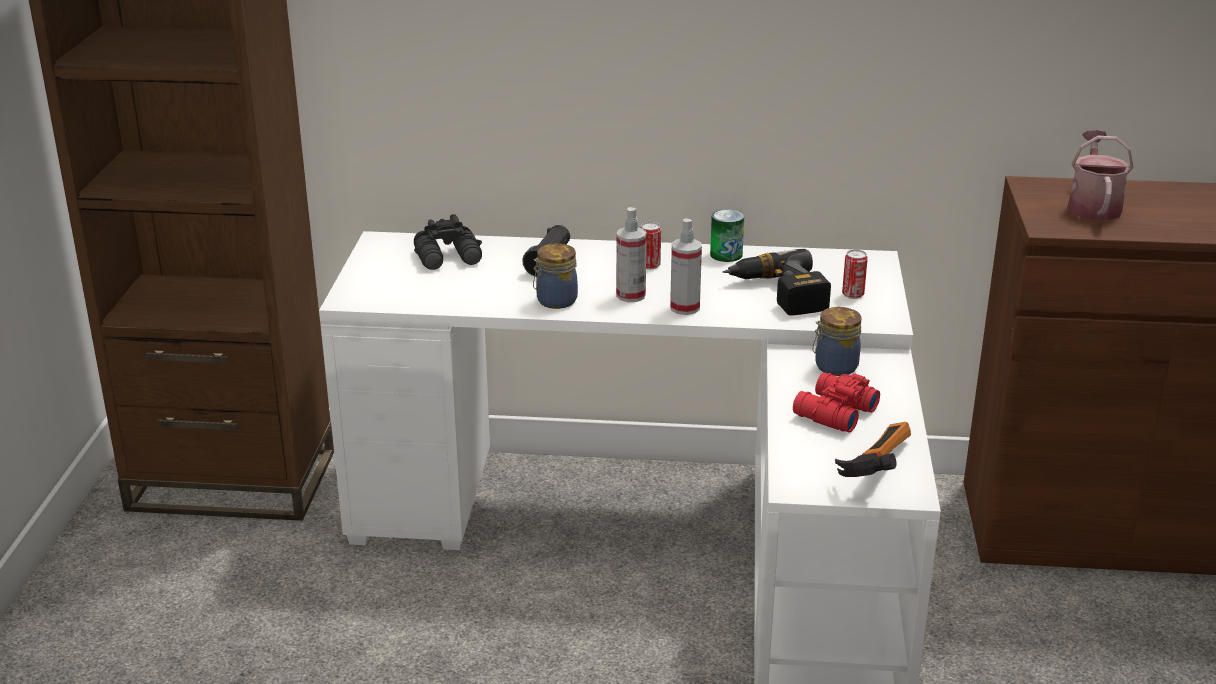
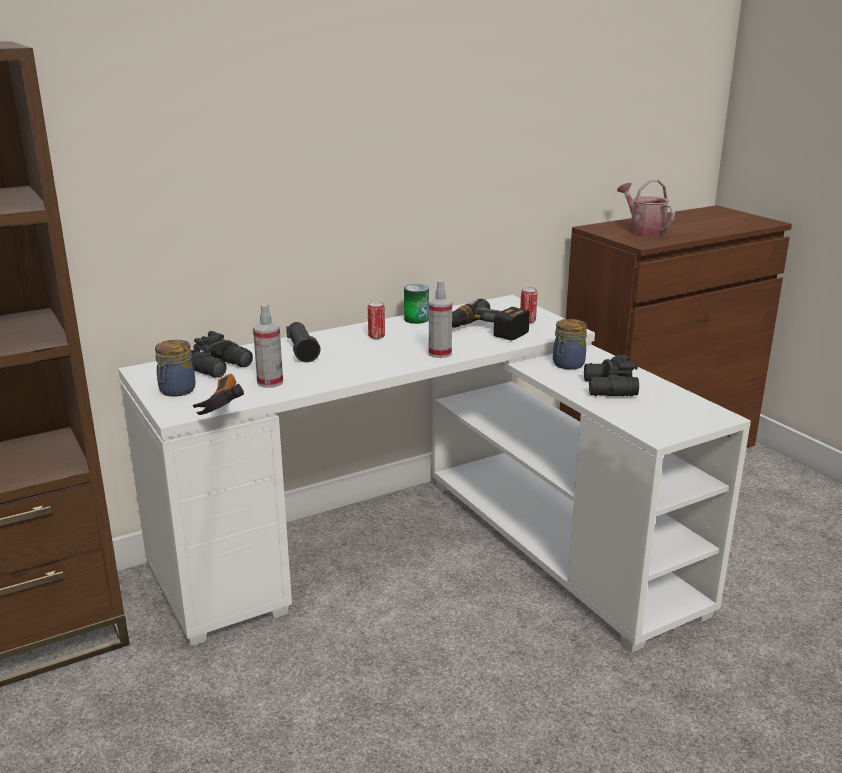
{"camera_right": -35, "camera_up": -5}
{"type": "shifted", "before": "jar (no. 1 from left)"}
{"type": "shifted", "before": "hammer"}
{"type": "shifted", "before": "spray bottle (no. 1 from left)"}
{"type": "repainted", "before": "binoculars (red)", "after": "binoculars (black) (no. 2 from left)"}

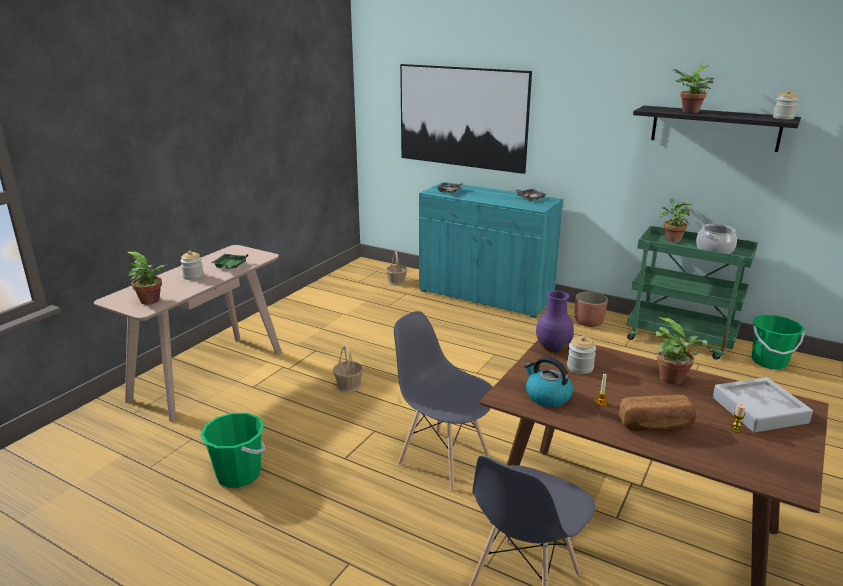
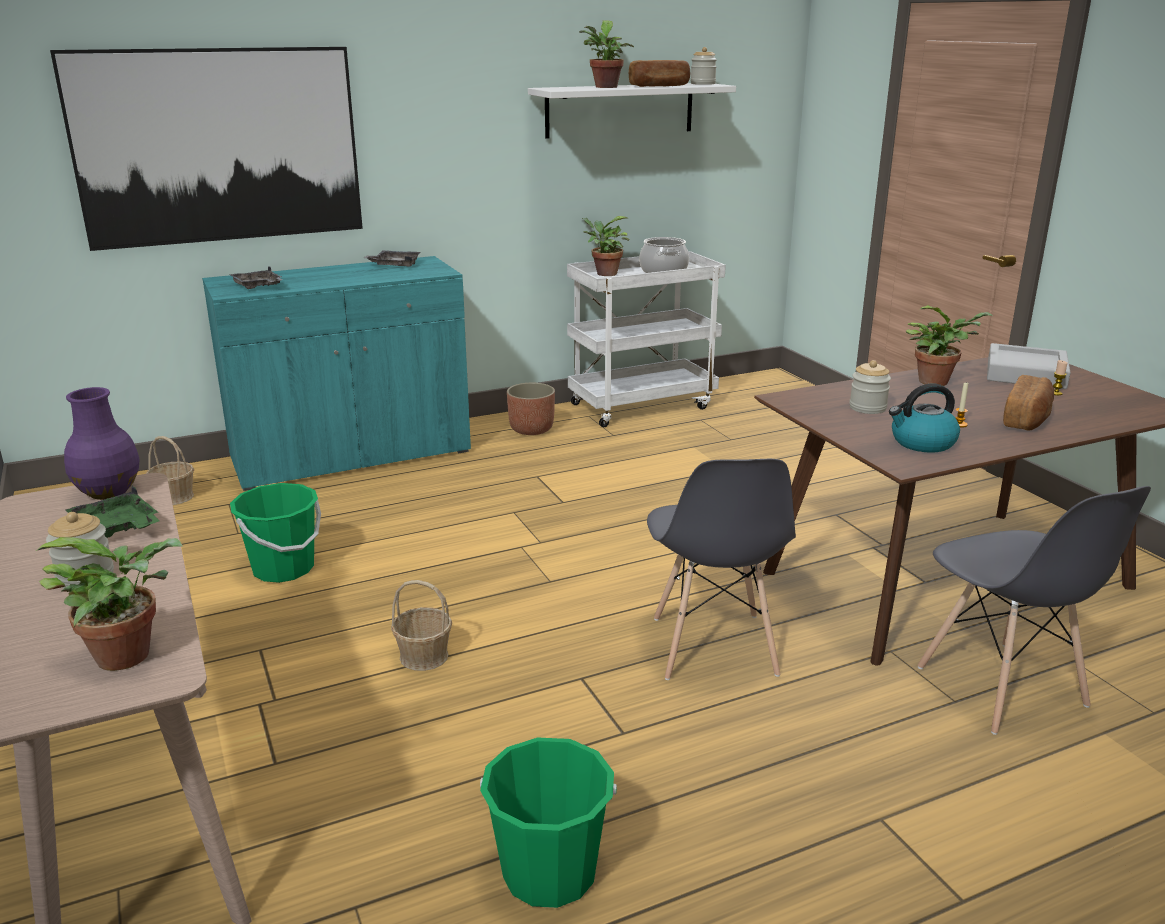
{"camera_right": -55, "camera_up": 0}
{"type": "shifted", "before": "vase (purple)"}
{"type": "shifted", "before": "bucket (green) (no. 2 from left in the first image)", "after": "bucket (green) (no. 1 from left)"}
{"type": "repainted", "before": "shelf (black)", "after": "shelf (white)"}
{"type": "repainted", "before": "cart (green)", "after": "cart (white)"}
{"type": "new", "after": "bread (no. 1 from left)"}
{"type": "rotated", "before": "chair (grey) (no. 1 from left)", "turn": -75}

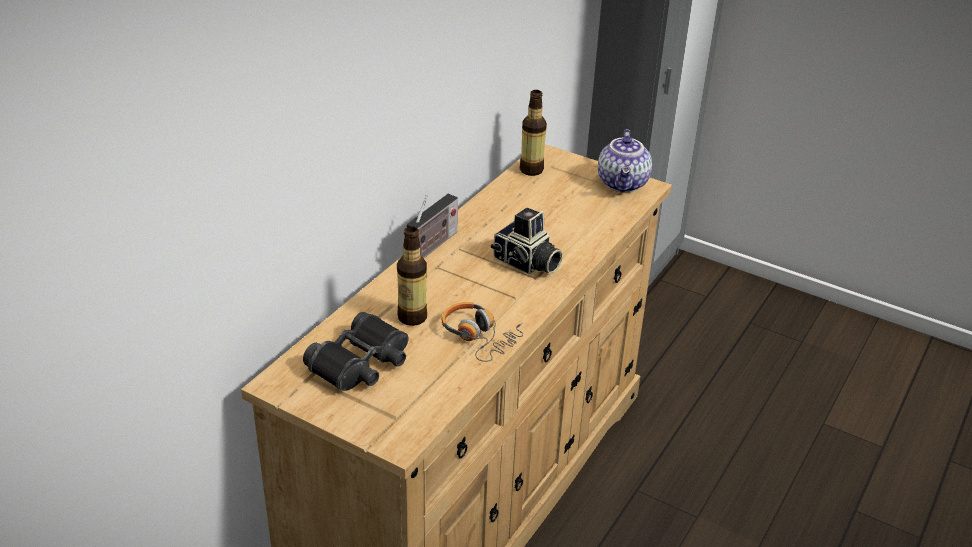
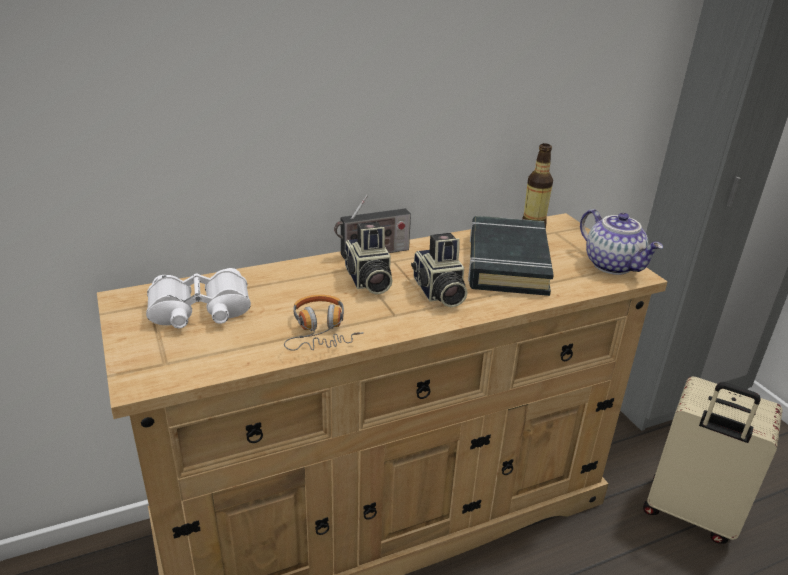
{"camera_right": 35, "camera_up": -5}
{"type": "repainted", "before": "binoculars (black)", "after": "binoculars (white)"}
{"type": "new", "after": "photo camera (no. 1 from left)"}
{"type": "new", "after": "book (black)"}
{"type": "rotated", "before": "teapot", "turn": -75}
{"type": "new", "after": "suitcase (beige)"}
{"type": "gone", "before": "bottle (no. 1 from left)"}

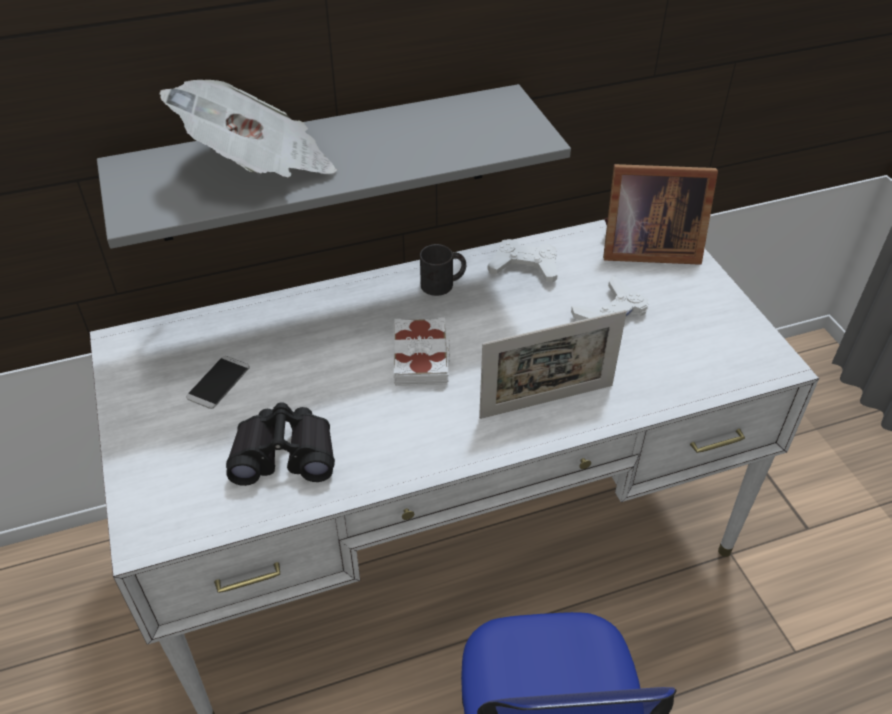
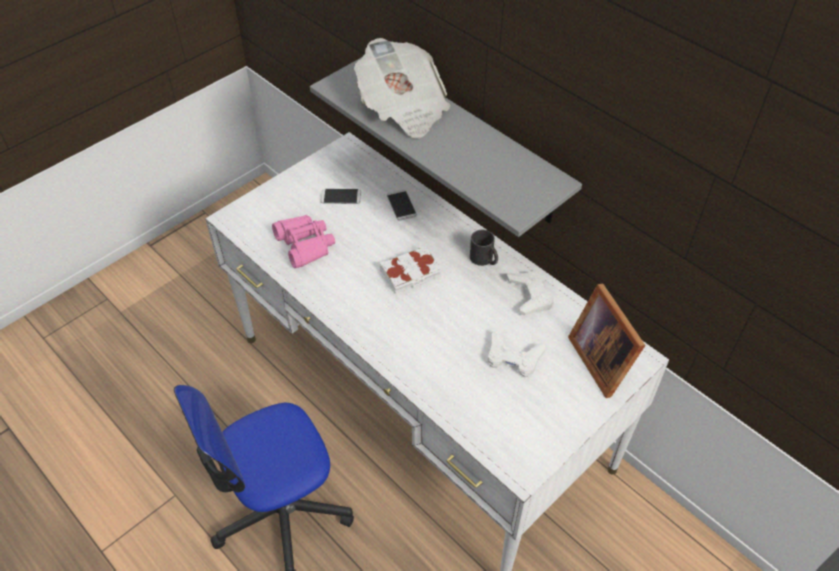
{"camera_right": 65, "camera_up": 5}
{"type": "repainted", "before": "binoculars (black)", "after": "binoculars (pink)"}
{"type": "new", "after": "phone (no. 2 from left)"}
{"type": "gone", "before": "picture frame (no. 1 from left)"}

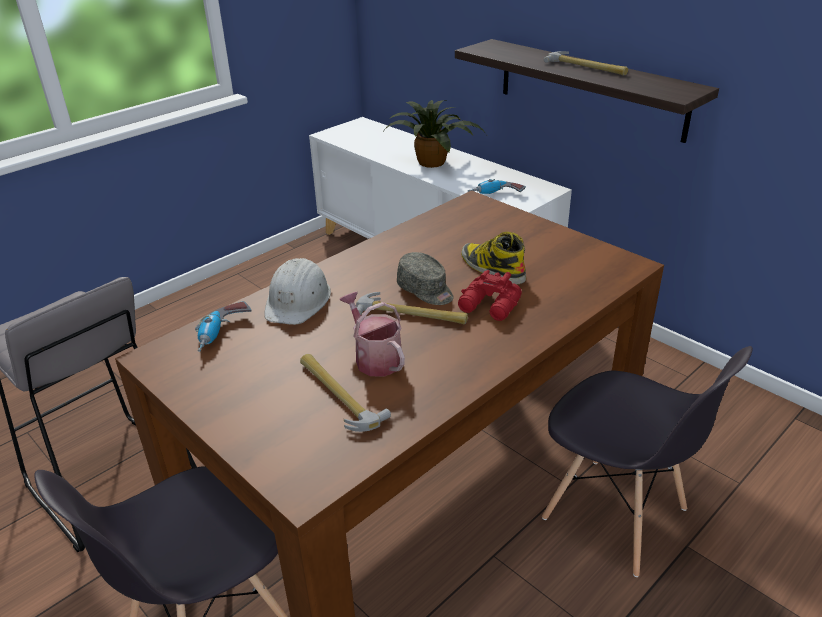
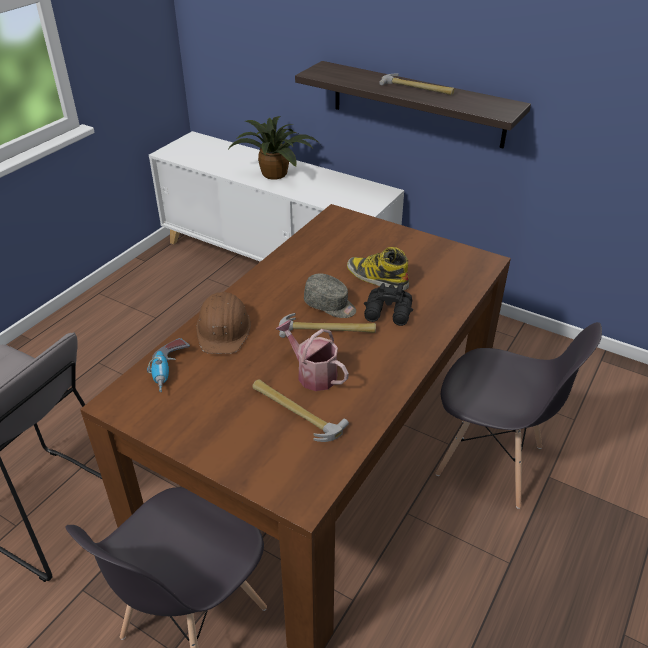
{"camera_right": -15, "camera_up": 5}
{"type": "repainted", "before": "hard hat (white)", "after": "hard hat (brown)"}
{"type": "repainted", "before": "binoculars (red)", "after": "binoculars (black)"}
{"type": "gone", "before": "power drill (no. 2 from left)"}

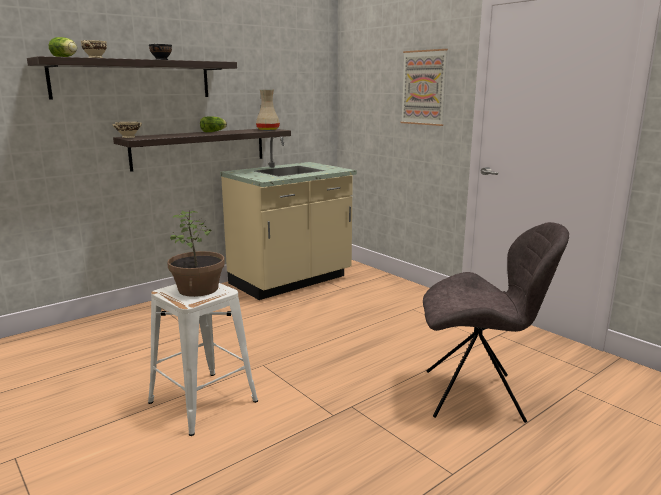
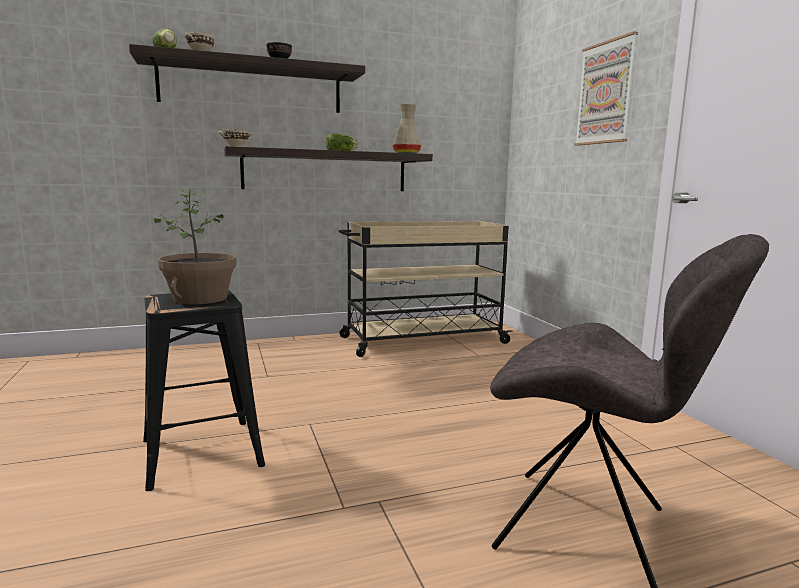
{"camera_right": 20, "camera_up": -5}
{"type": "repainted", "before": "stool (white)", "after": "stool (black)"}
{"type": "swapped", "before": "counter (beige)", "after": "cart (beige)"}

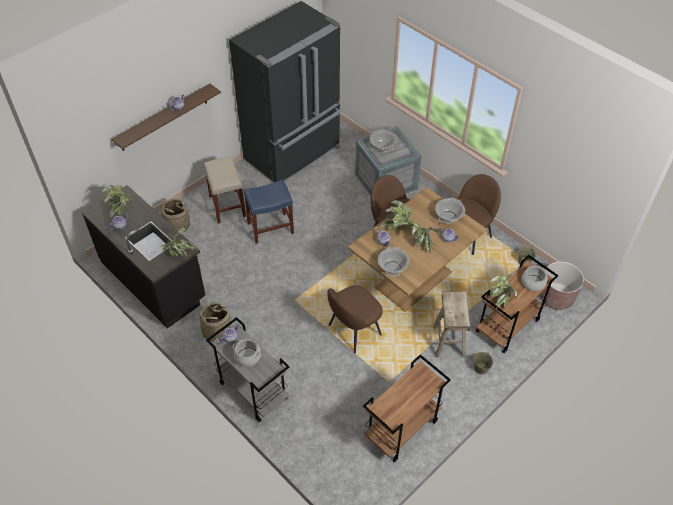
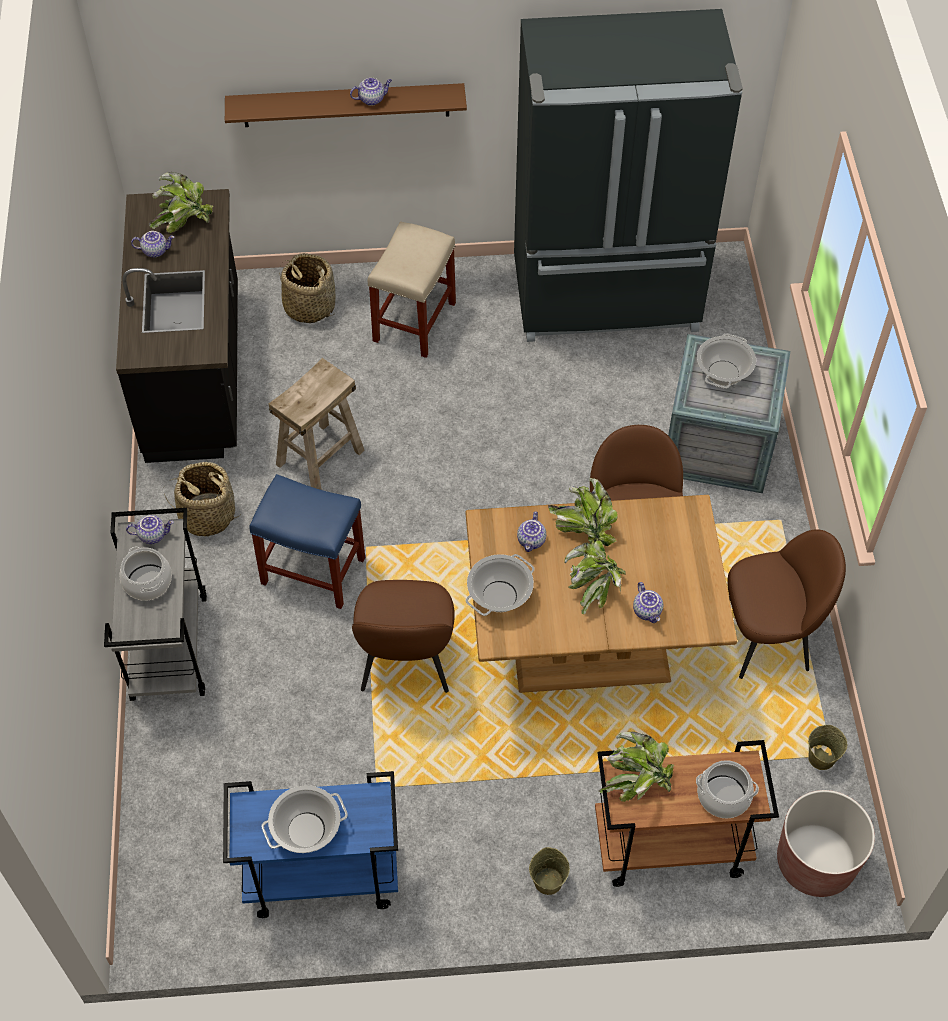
{"camera_right": 40, "camera_up": 5}
{"type": "repainted", "before": "cart (brown) (no. 1 from left)", "after": "cart (blue)"}
{"type": "shifted", "before": "stool (blue)"}
{"type": "shifted", "before": "cooking pot (no. 4 from left in the first image)", "after": "cooking pot (no. 2 from left)"}
{"type": "shifted", "before": "stool (beige) (no. 2 from left in the first image)", "after": "stool (beige) (no. 1 from left)"}
{"type": "rotated", "before": "chair (brown) (no. 1 from left)", "turn": -90}
{"type": "gone", "before": "potted plant (no. 2 from left)"}

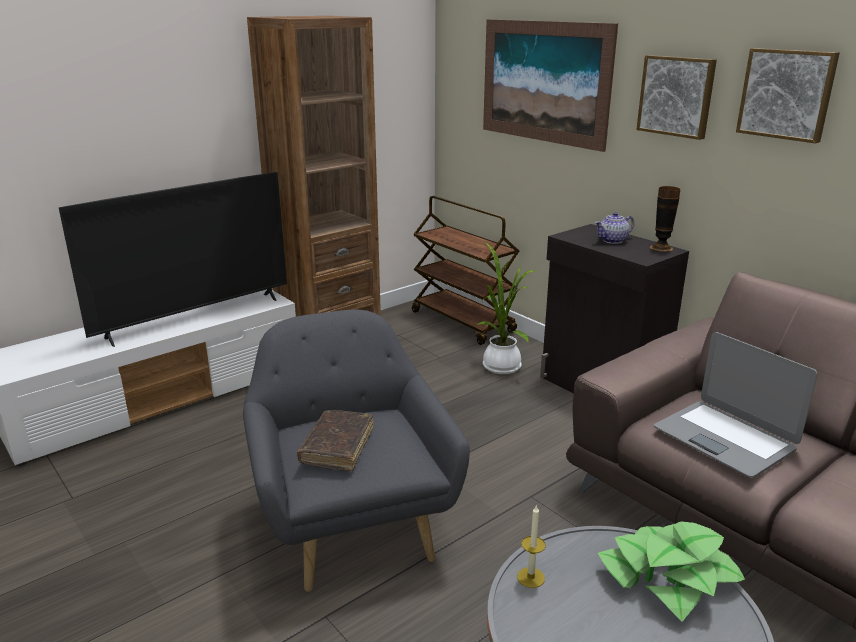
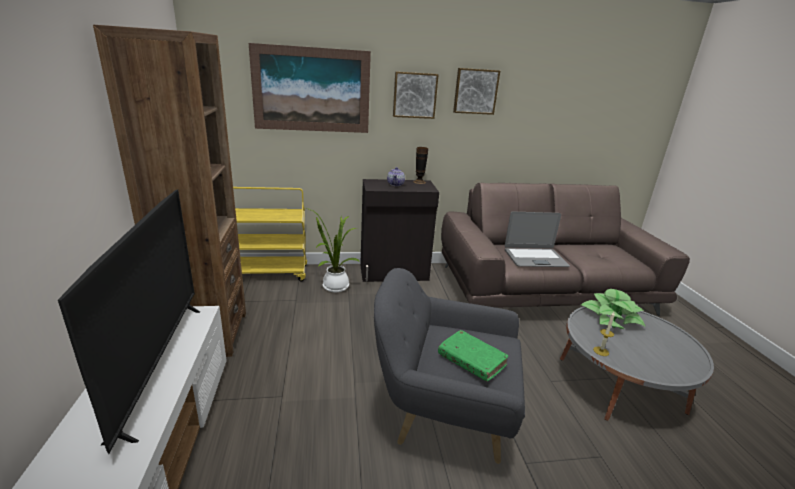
{"camera_right": -60, "camera_up": 0}
{"type": "repainted", "before": "cart (brown)", "after": "cart (yellow)"}
{"type": "repainted", "before": "book (brown)", "after": "book (green)"}

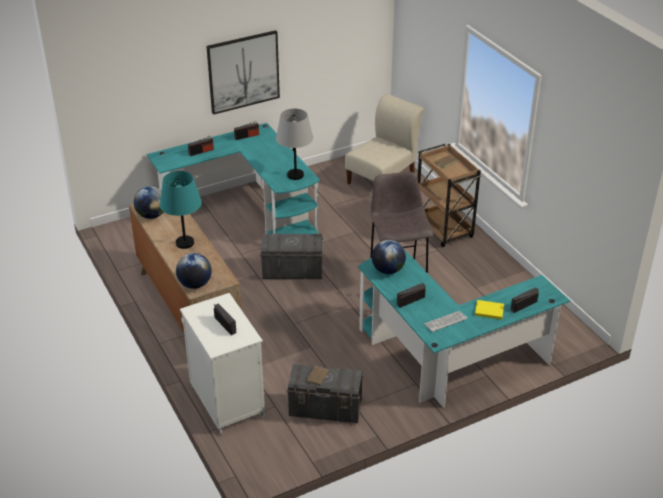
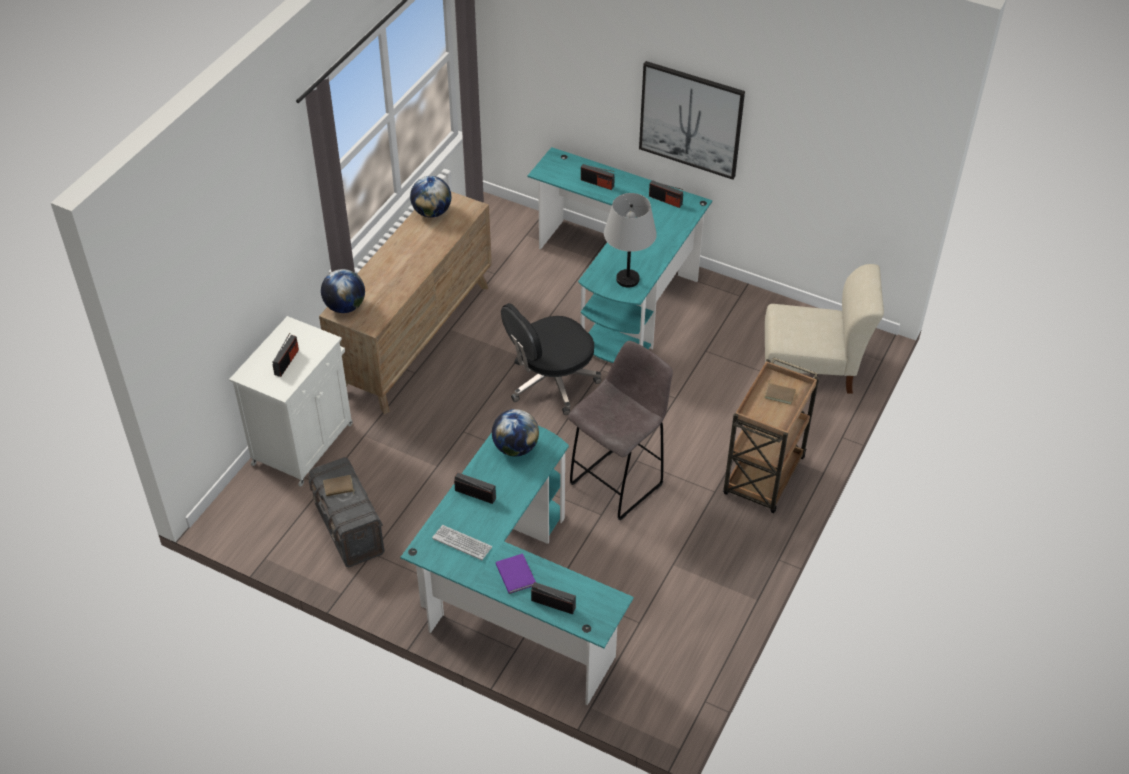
{"camera_right": 55, "camera_up": 10}
{"type": "repainted", "before": "book (yellow)", "after": "book (purple)"}
{"type": "swapped", "before": "storage box (grey) (no. 1 from left)", "after": "office chair (black)"}
{"type": "gone", "before": "table lamp (turquoise)"}

